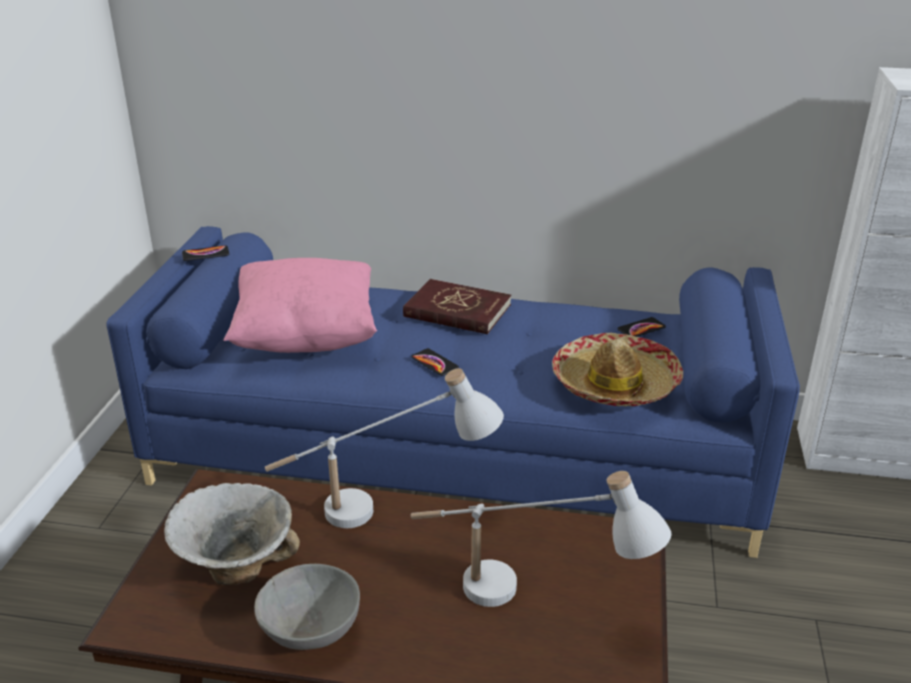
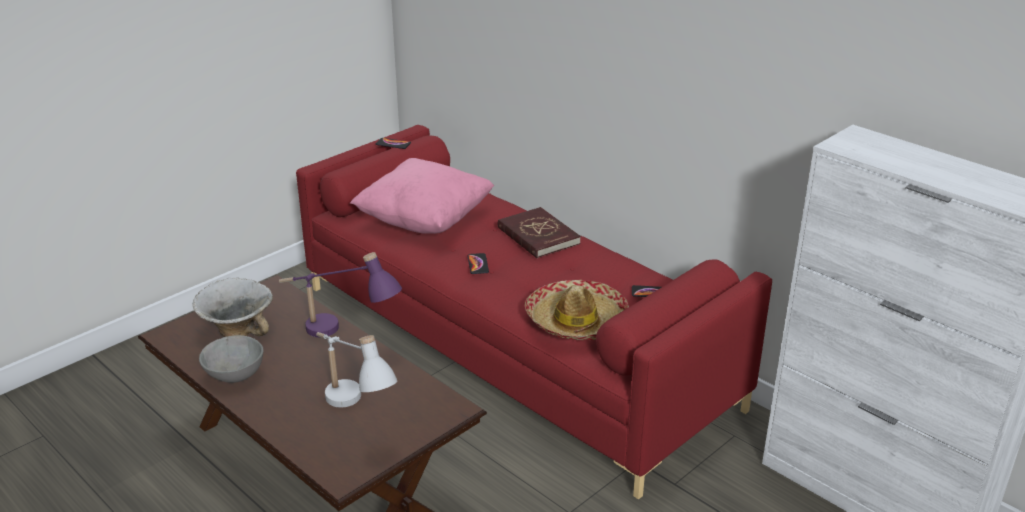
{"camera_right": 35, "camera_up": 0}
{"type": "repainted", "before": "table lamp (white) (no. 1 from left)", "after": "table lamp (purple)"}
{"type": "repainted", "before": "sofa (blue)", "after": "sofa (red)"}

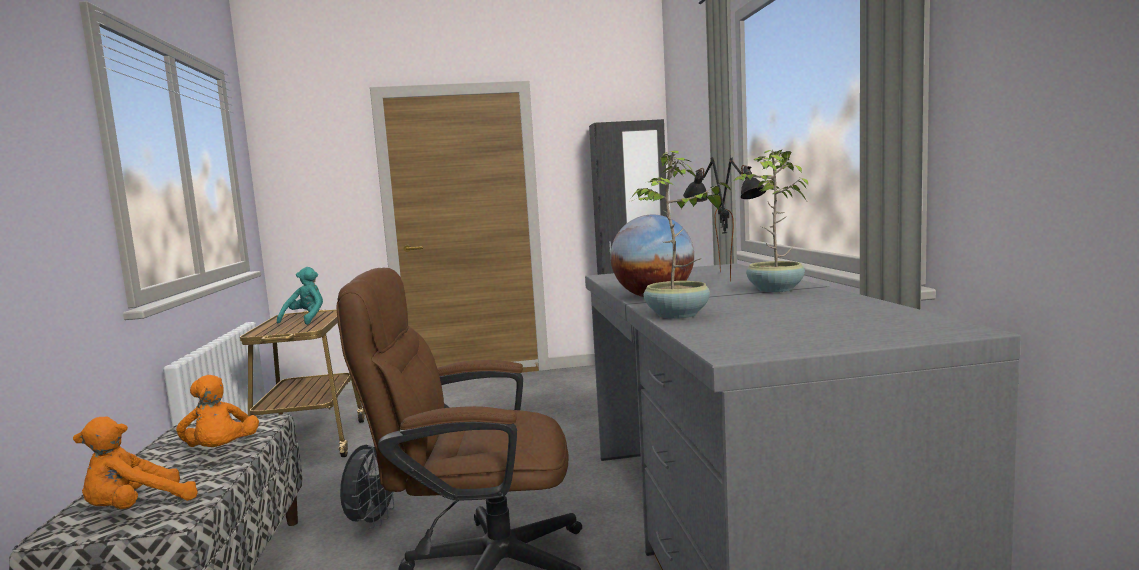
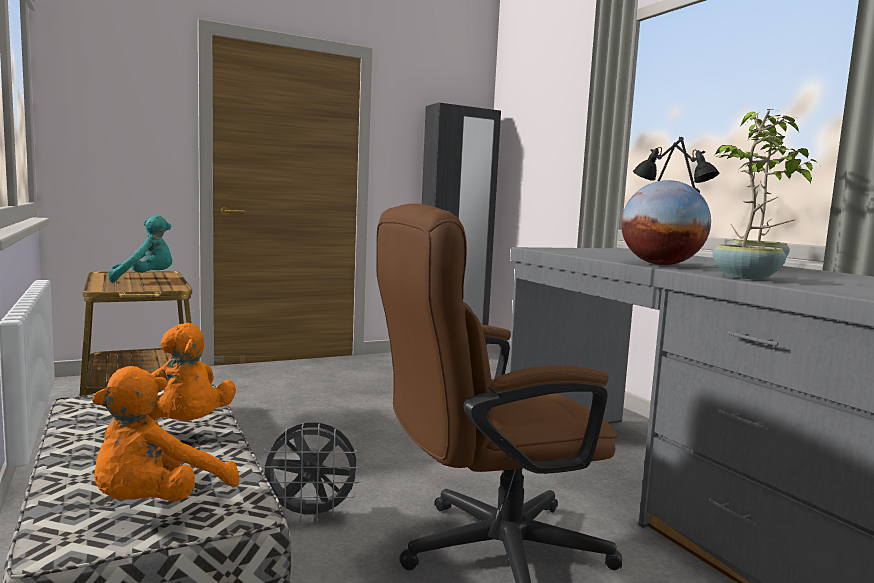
{"camera_right": -20, "camera_up": 0}
{"type": "rotated", "before": "plush toy (turquoise)", "turn": 75}
{"type": "rotated", "before": "fan (grey)", "turn": 90}

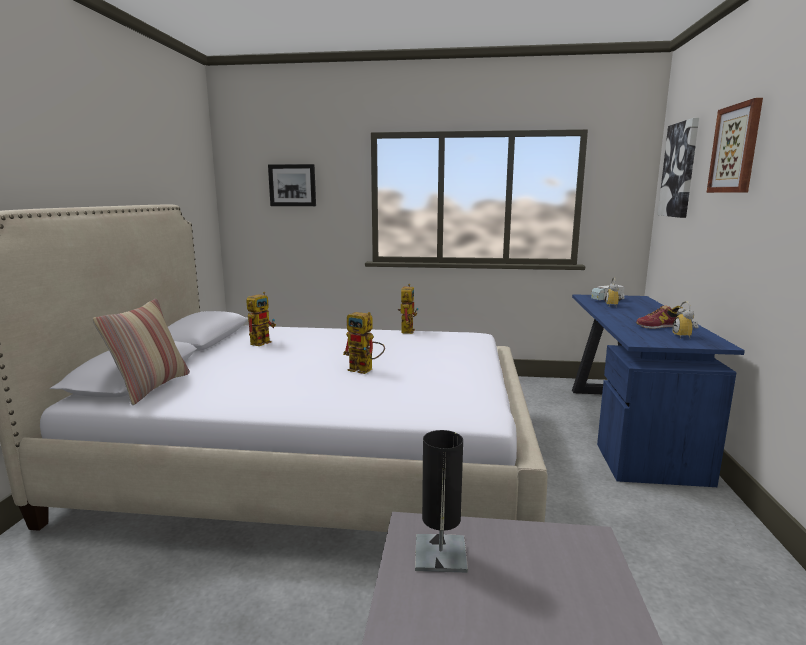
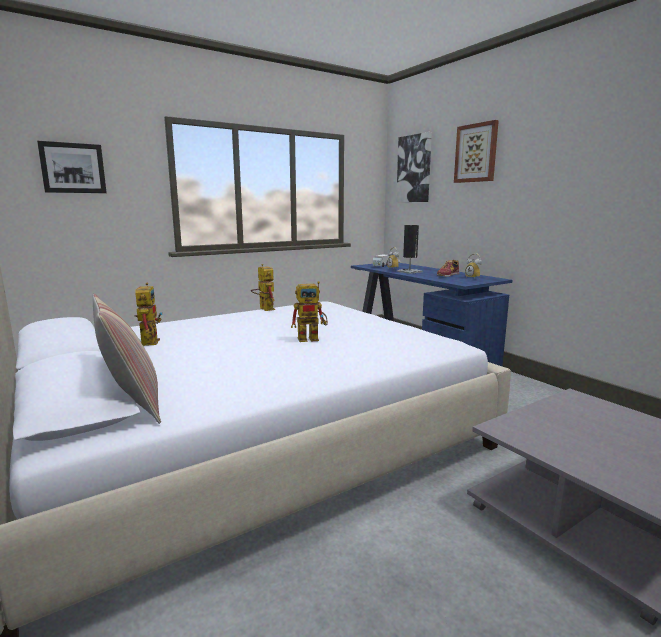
{"camera_right": -40, "camera_up": 0}
{"type": "shifted", "before": "table lamp (black)"}

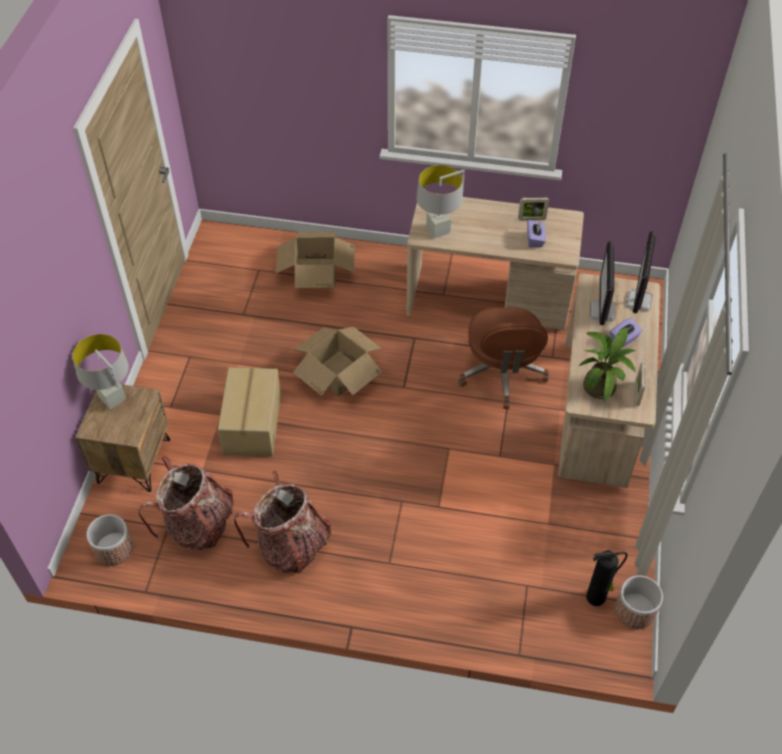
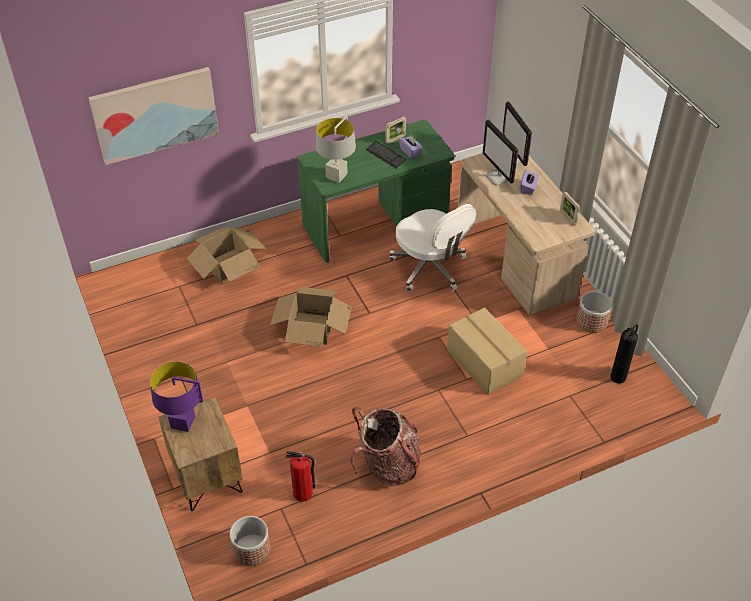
{"camera_right": -35, "camera_up": -5}
{"type": "new", "after": "picture"}
{"type": "repainted", "before": "table lamp (grey) (no. 1 from left)", "after": "table lamp (purple)"}
{"type": "swapped", "before": "backpack (no. 1 from left)", "after": "fire extinguisher (no. 1 from left)"}
{"type": "repainted", "before": "desk (beige) (no. 1 from left)", "after": "desk (green)"}
{"type": "new", "after": "keyboard"}
{"type": "repainted", "before": "office chair (brown)", "after": "office chair (white)"}
{"type": "shifted", "before": "cardboard box (no. 1 from left in the first image)", "after": "cardboard box (no. 3 from left)"}
{"type": "shifted", "before": "planter (no. 2 from left)"}
{"type": "gone", "before": "potted plant"}

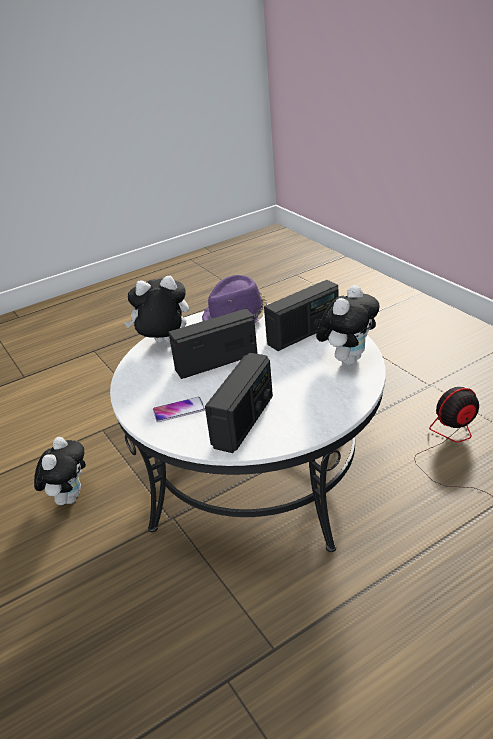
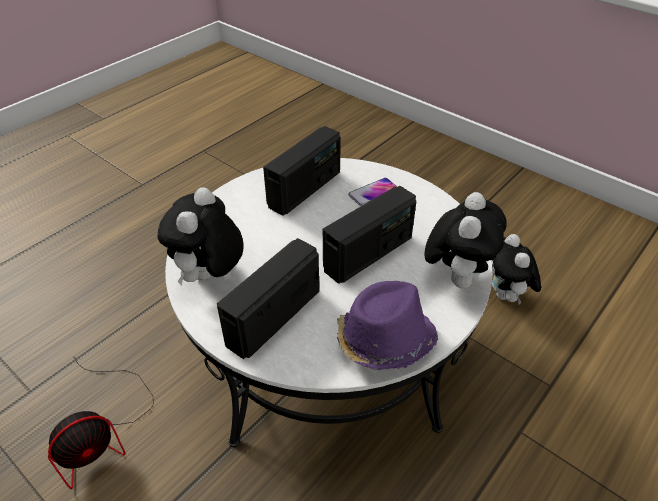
{"camera_right": 160, "camera_up": 10}
{"type": "rotated", "before": "radio (no. 2 from left)", "turn": -150}
{"type": "rotated", "before": "plush toy (no. 2 from left)", "turn": -45}

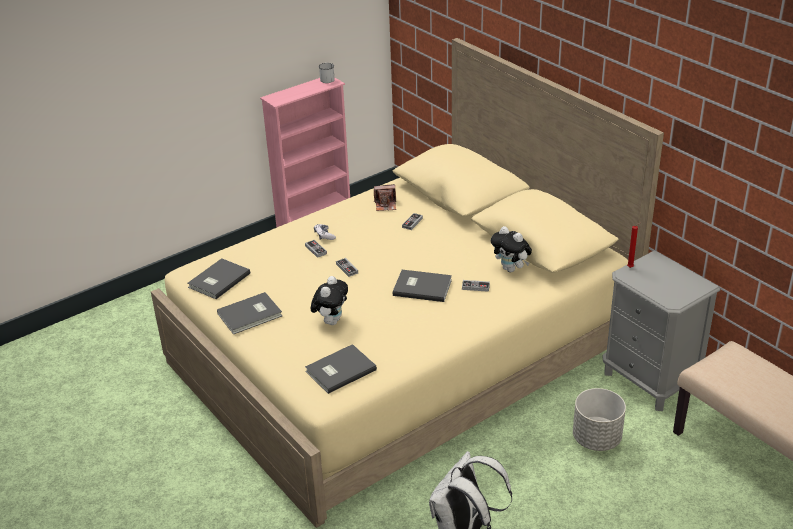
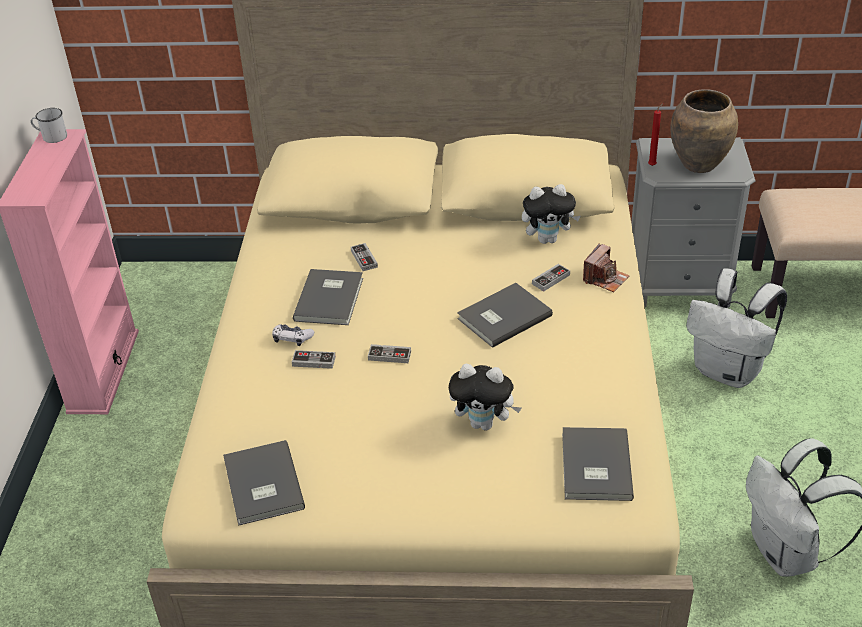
{"camera_right": -50, "camera_up": 5}
{"type": "shifted", "before": "book (grey) (no. 2 from left)"}
{"type": "rotated", "before": "plush toy (no. 1 from left)", "turn": 135}
{"type": "shifted", "before": "photo camera"}
{"type": "new", "after": "vase (brown)"}
{"type": "swapped", "before": "planter (grey)", "after": "backpack (white) (no. 1 from left)"}

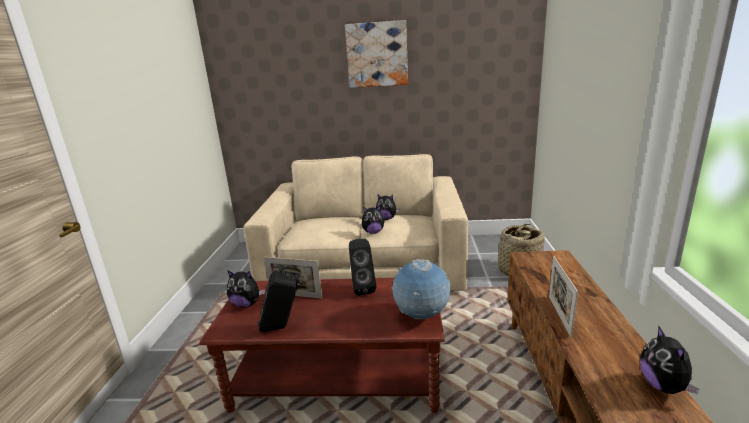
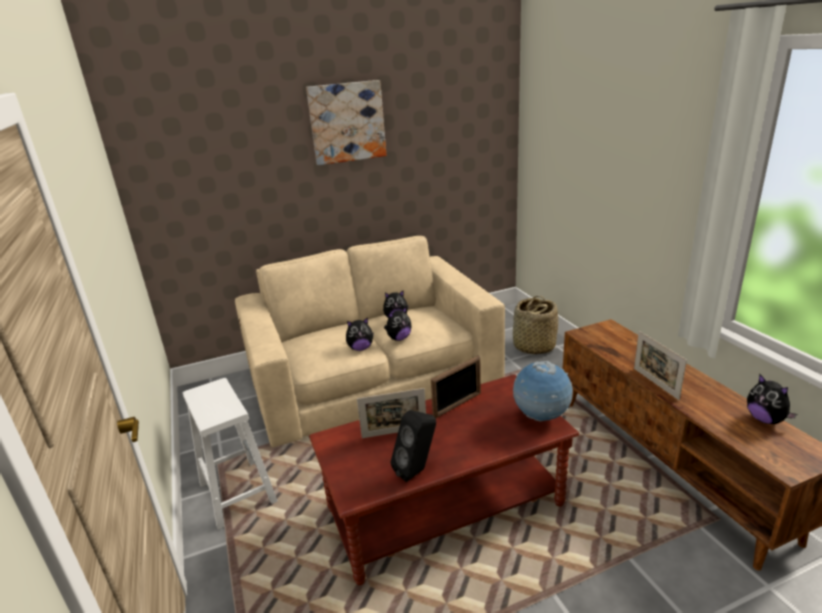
{"camera_right": -25, "camera_up": 5}
{"type": "new", "after": "stool (white)"}
{"type": "shifted", "before": "plush toy (no. 1 from left)"}
{"type": "swapped", "before": "speaker (black) (no. 2 from left)", "after": "picture frame (no. 2 from left)"}

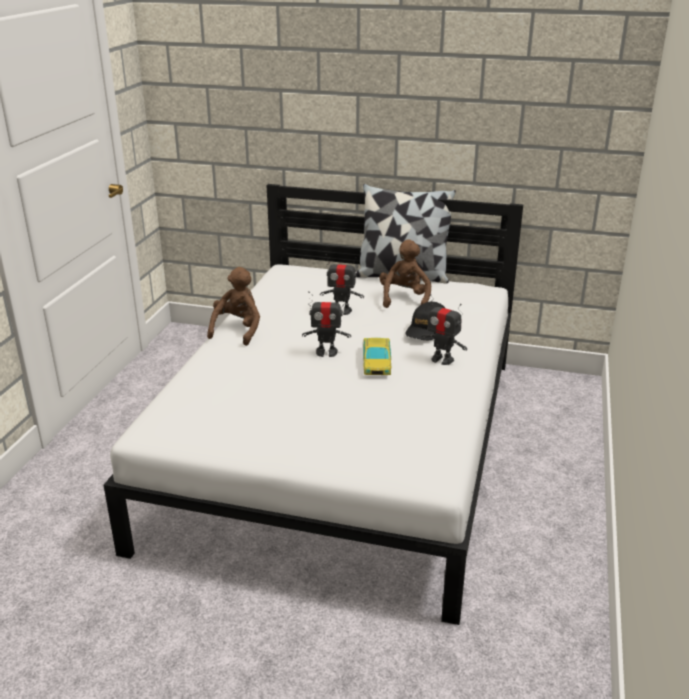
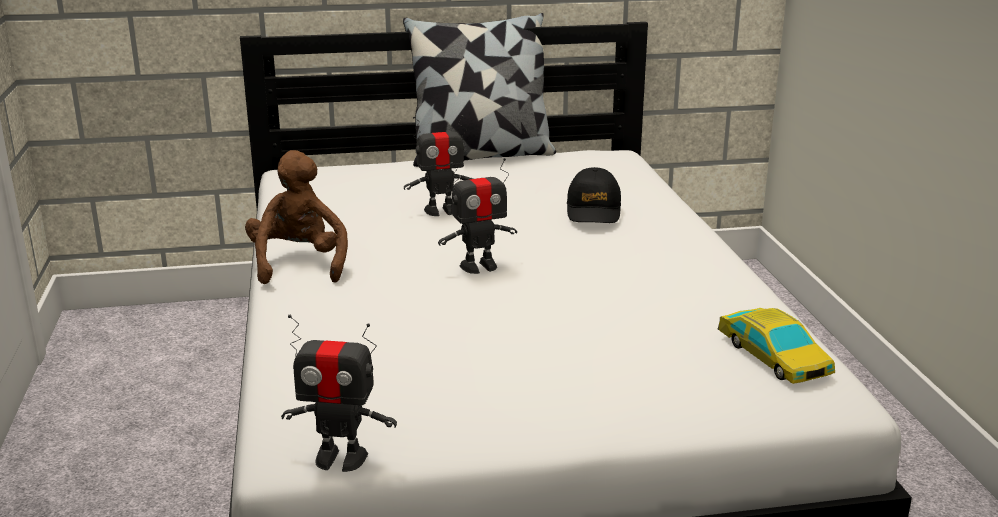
{"camera_right": -25, "camera_up": -5}
{"type": "shifted", "before": "toy robot (no. 3 from left in the first image)", "after": "toy robot (no. 1 from left)"}
{"type": "shifted", "before": "toy car"}
{"type": "gone", "before": "plush toy (brown) (no. 2 from left)"}

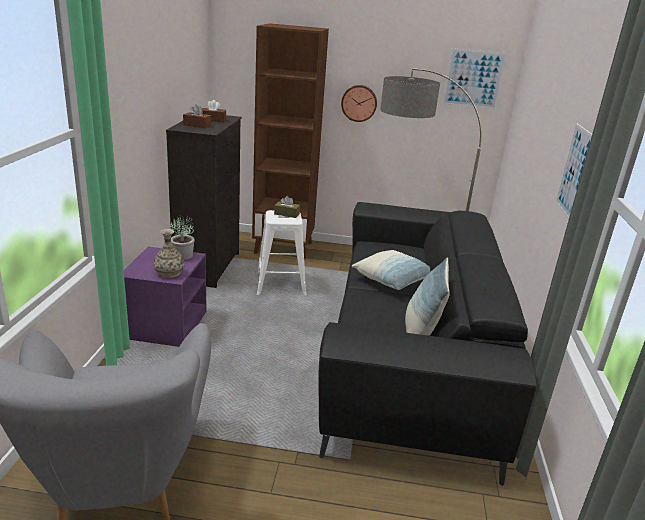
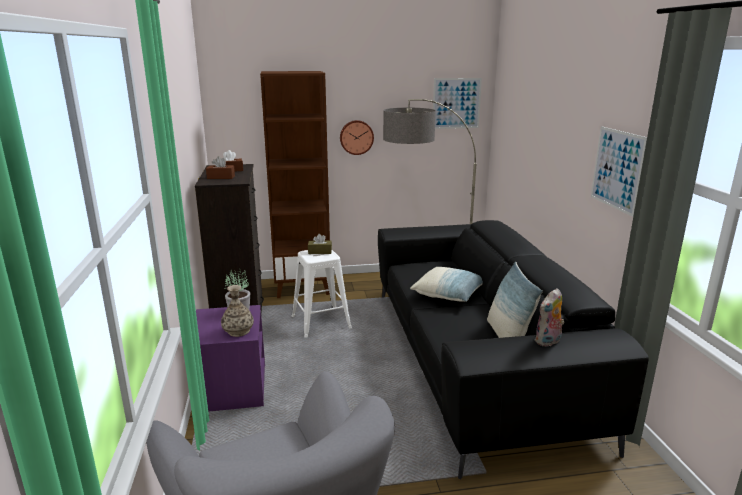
{"camera_right": -15, "camera_up": -5}
{"type": "new", "after": "plush toy"}

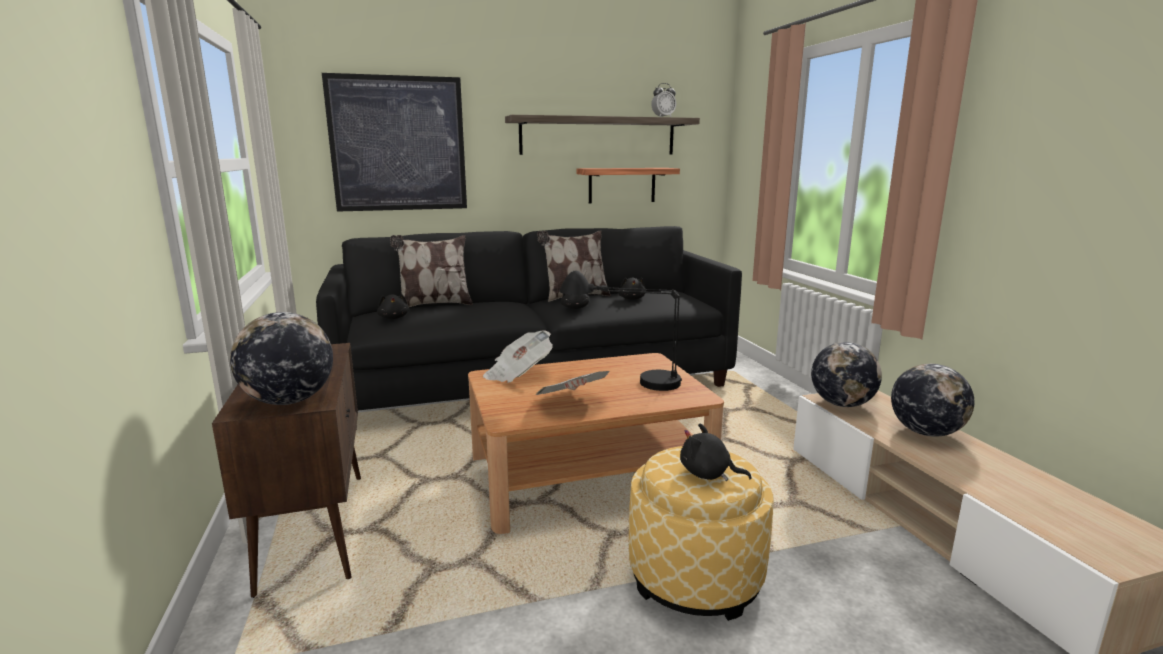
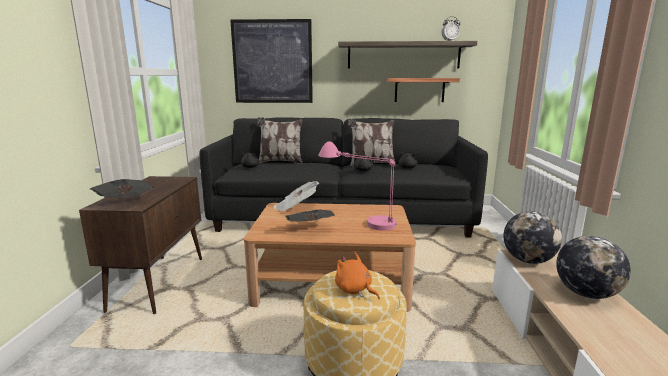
{"camera_right": 20, "camera_up": 0}
{"type": "swapped", "before": "globe (no. 1 from left)", "after": "newspaper (no. 1 from left)"}
{"type": "repainted", "before": "table lamp (black)", "after": "table lamp (pink)"}
{"type": "repainted", "before": "plush toy (black) (no. 4 from left)", "after": "plush toy (orange)"}

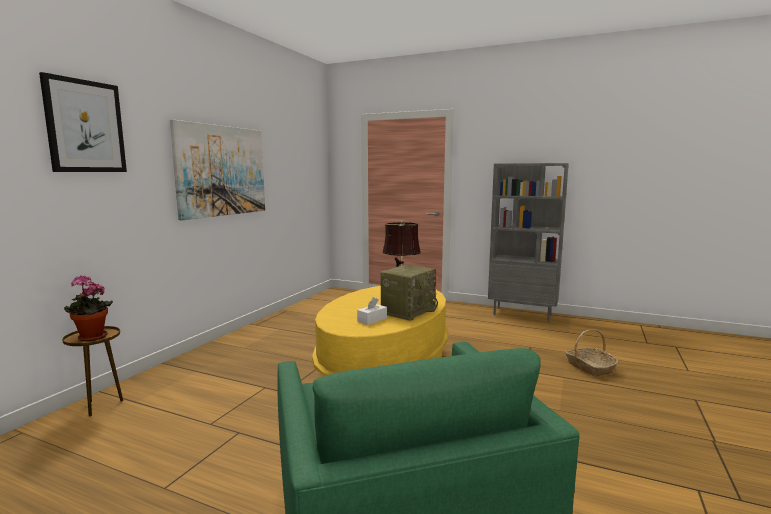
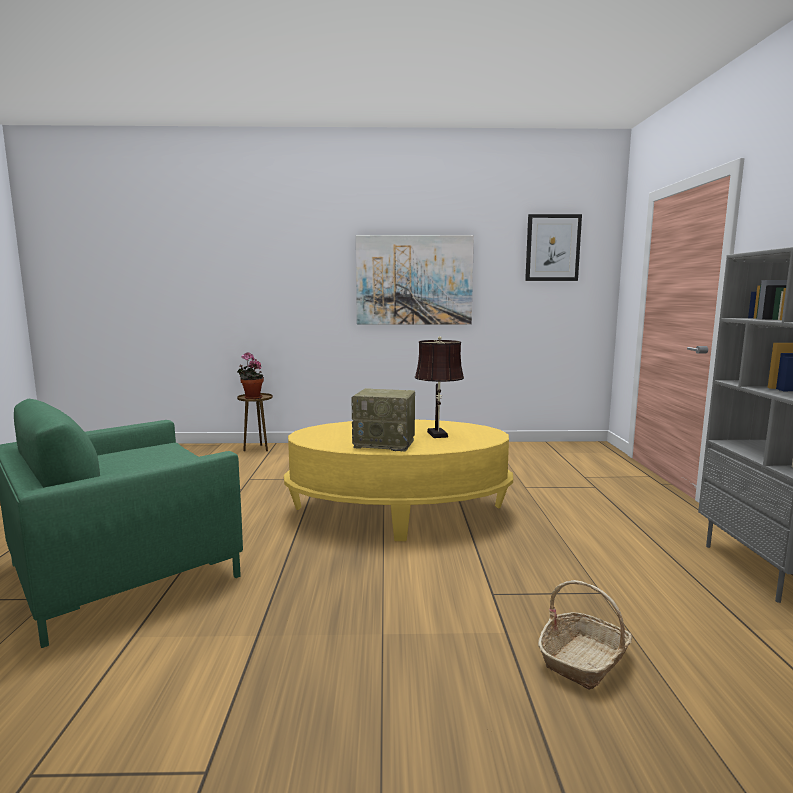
{"camera_right": 65, "camera_up": 0}
{"type": "shifted", "before": "picture (no. 1 from left in the first image)", "after": "picture (no. 2 from left)"}
{"type": "gone", "before": "tissue box (white)"}

